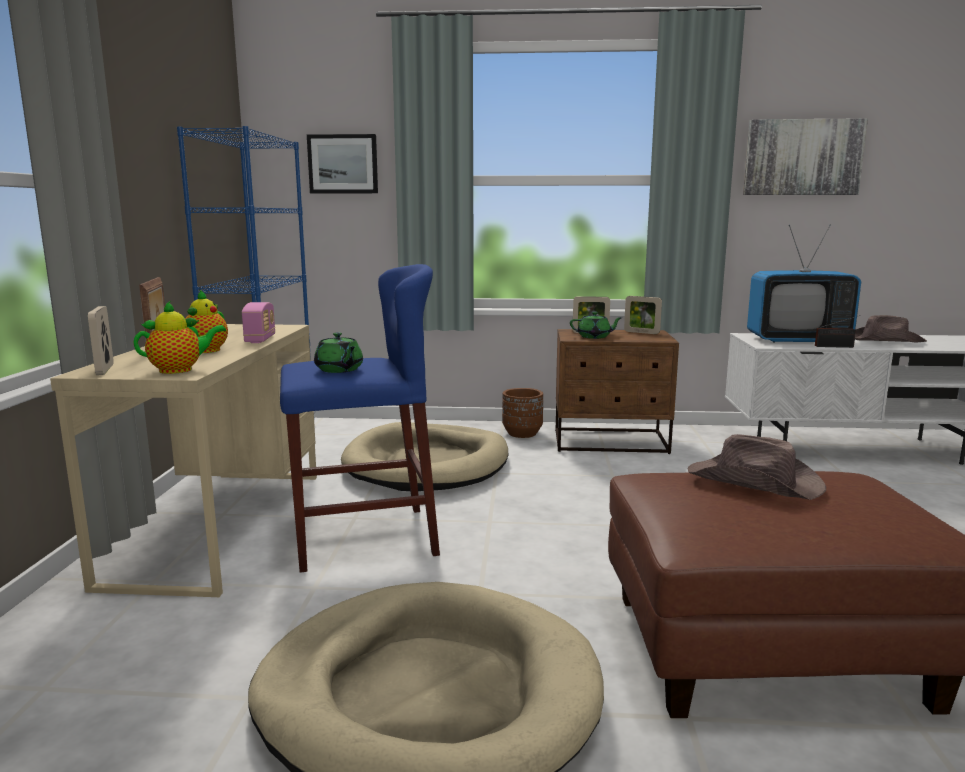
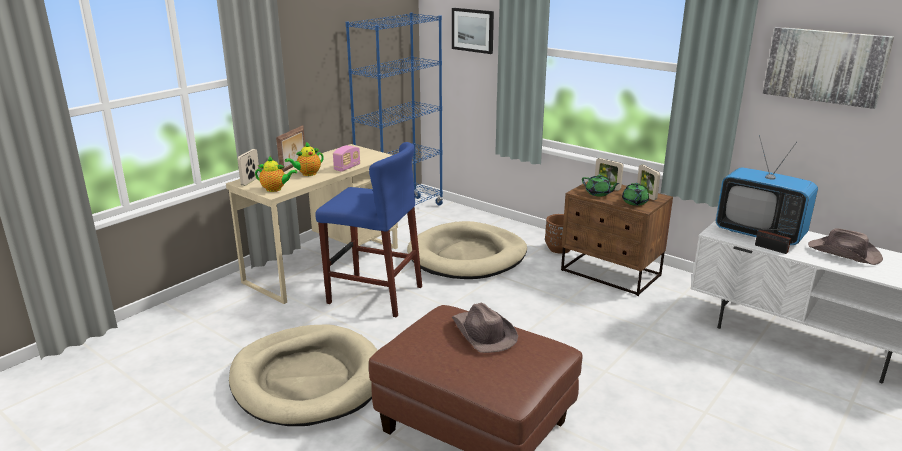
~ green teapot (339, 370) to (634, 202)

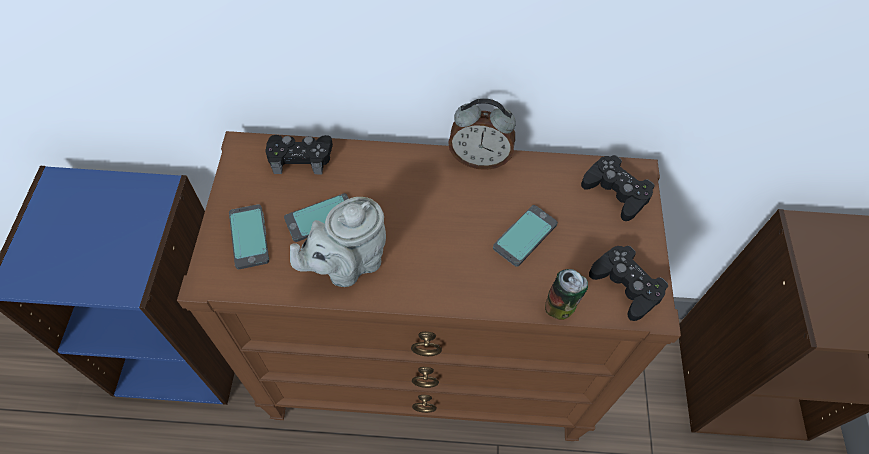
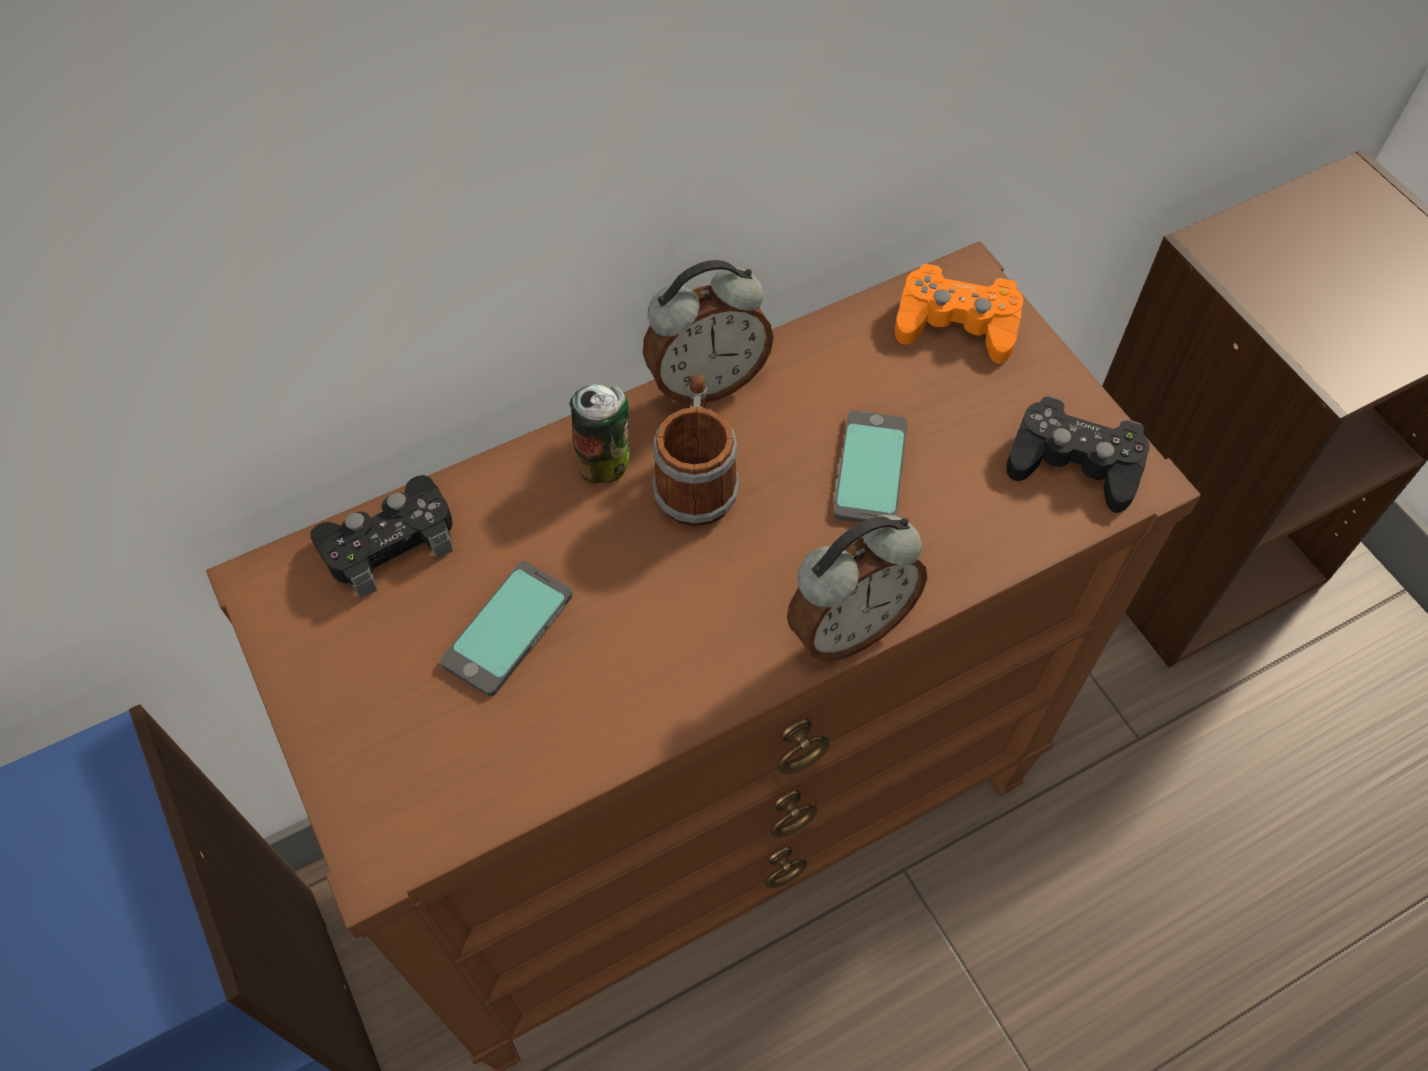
~ black-coloured game controller (616, 191) to orange game controller (956, 323)
- gray teapot (348, 264)
- handset (249, 237)
~ sealed can (560, 306) to (605, 462)
+ coffee mug (696, 480)
+ alarm clock (848, 627)

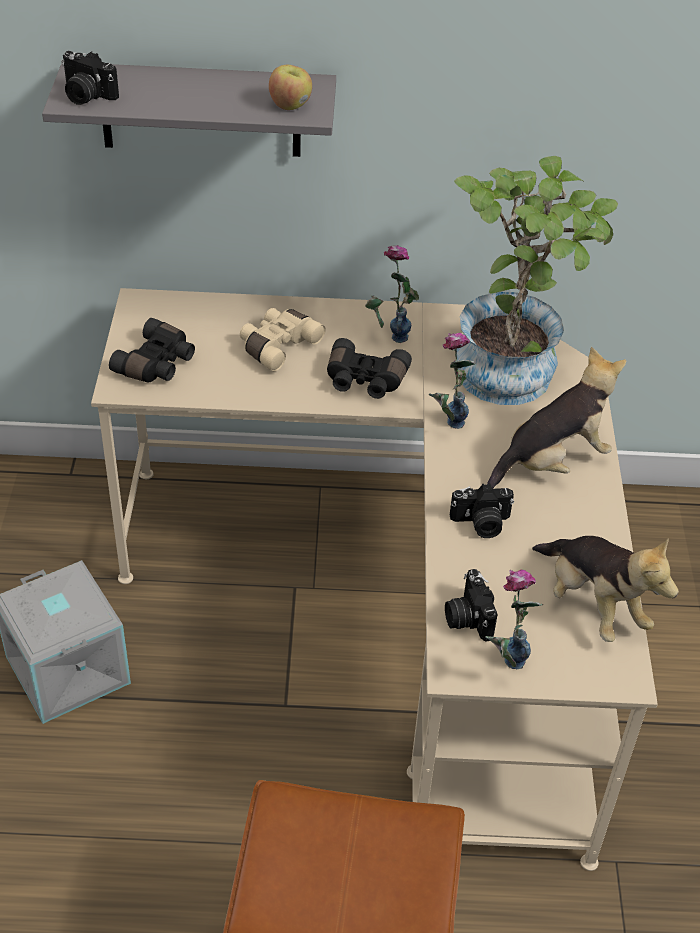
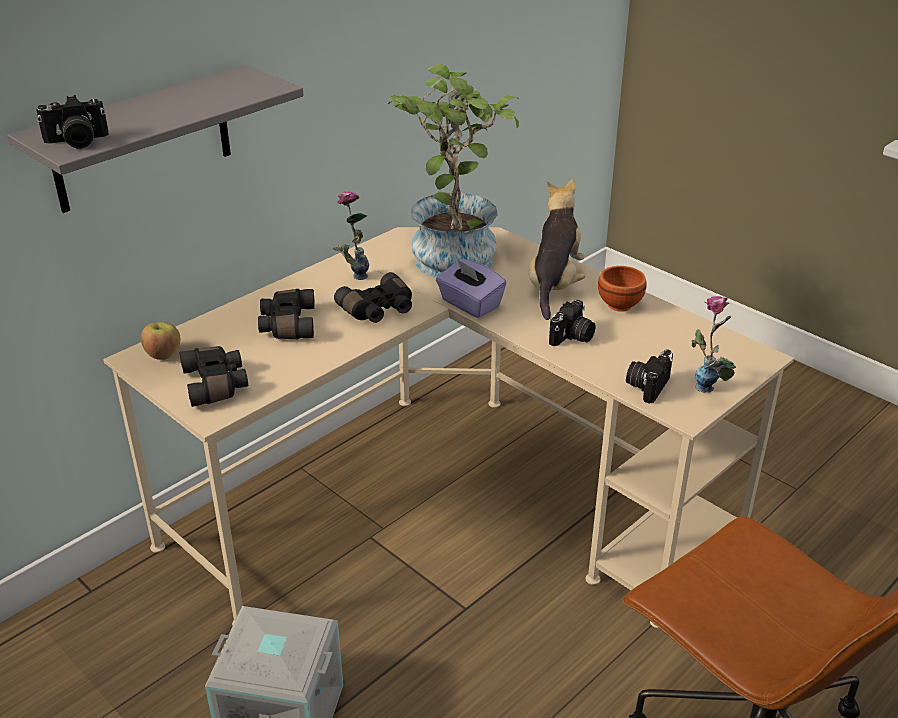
~ apple fruit (290, 105) to (163, 354)
~ sand-coloured pair of binoculars (277, 345) to black-coloured pair of binoculars (287, 325)
~ decorative vase (446, 428) to purple tissue holder (470, 304)
- soft toy (592, 605)
~ still camera (467, 618) = (647, 386) 90 degrees clockwise
+ brownish bowl (618, 305)

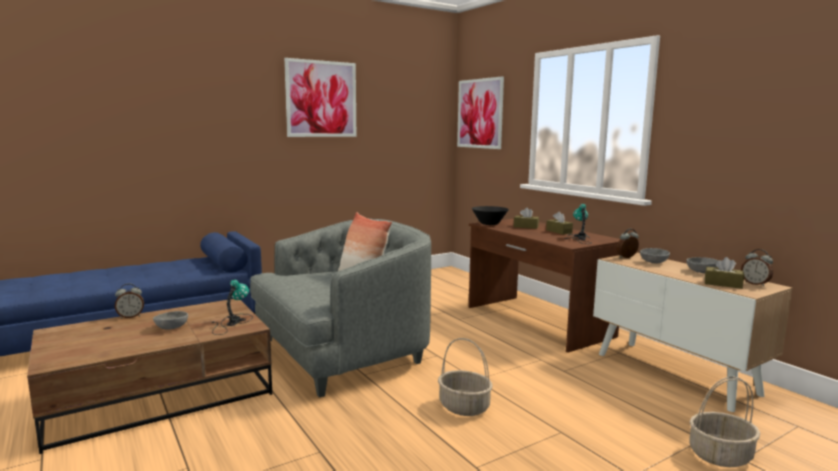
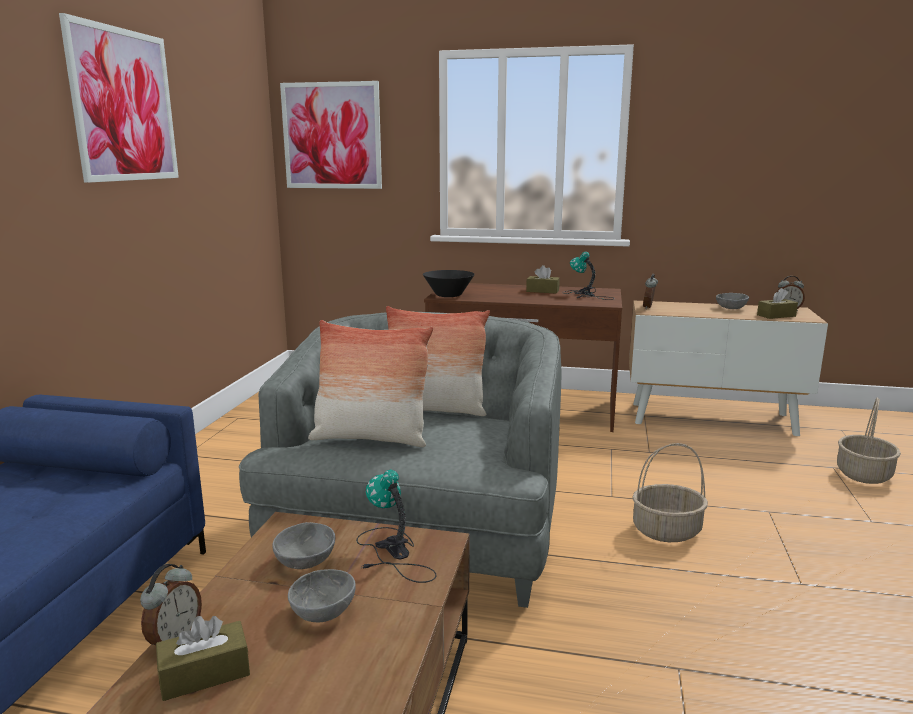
~ brownish tissue holder (526, 227) to (205, 674)
~ gray bowl (654, 262) to (306, 562)
+ throw pillow (370, 438)

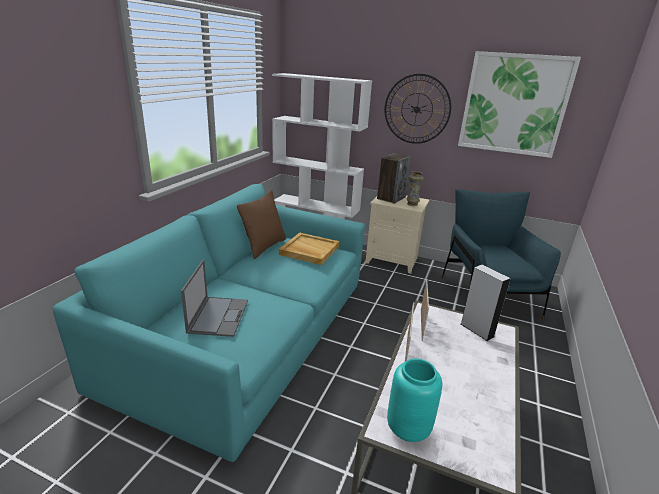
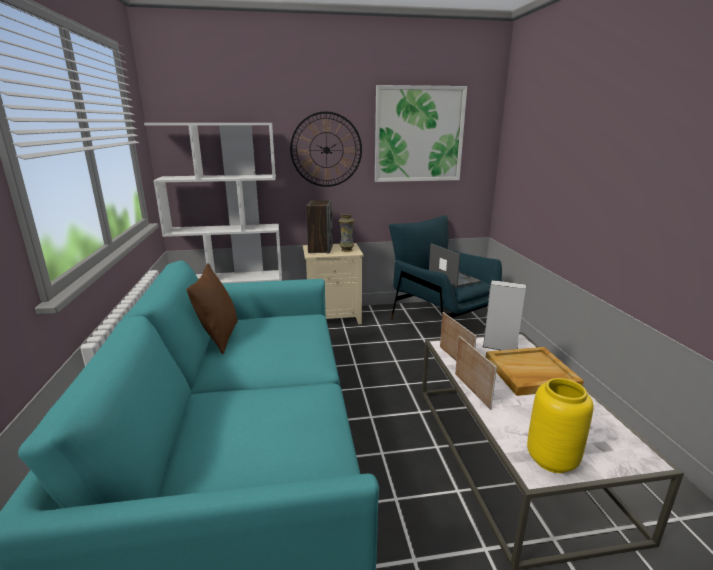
~ sand-coloured tray (309, 250) to (530, 373)
~ notebook computer (218, 315) to (453, 278)
~ blue-green decorative vase (409, 429) to yellow-coloured decorative vase (553, 460)

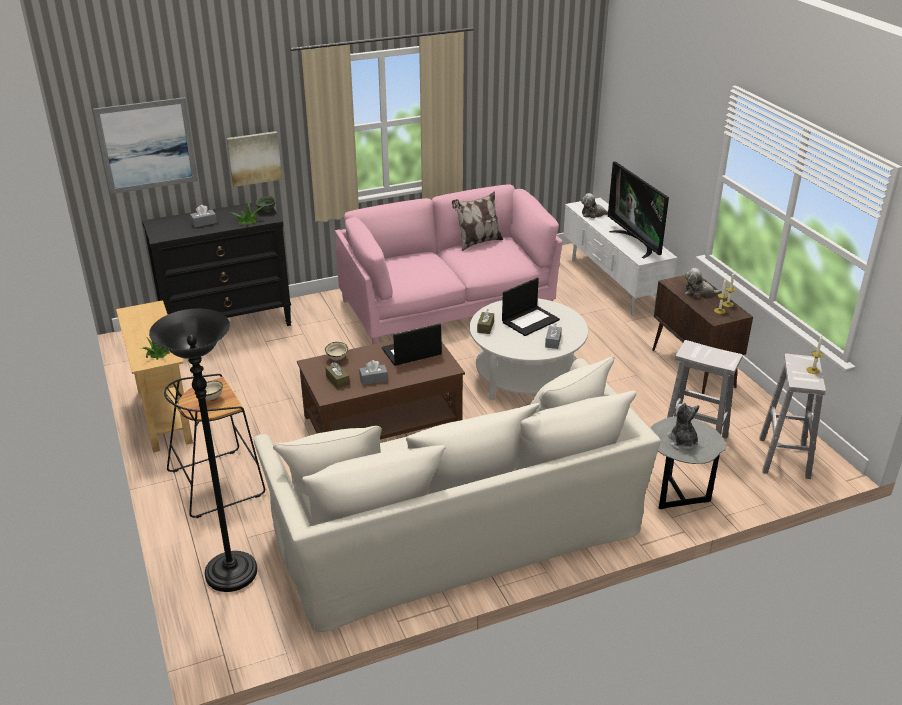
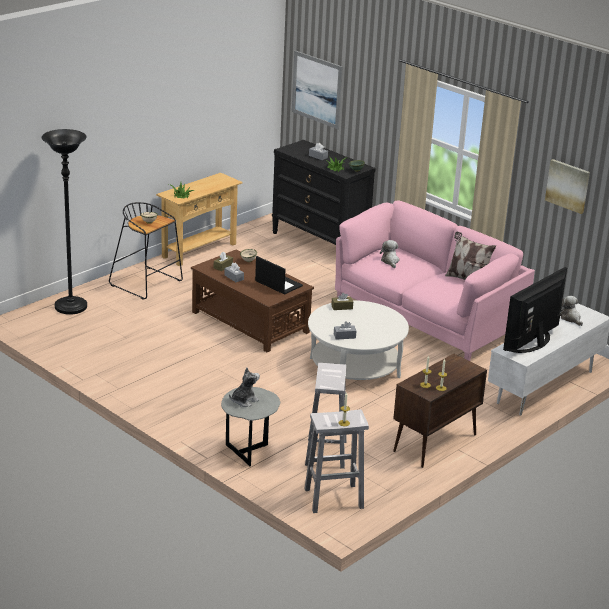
~ wall art (254, 158) to (568, 185)
~ soft toy (699, 292) to (390, 261)
- notebook computer (530, 320)
- sand-coloured settee (455, 527)

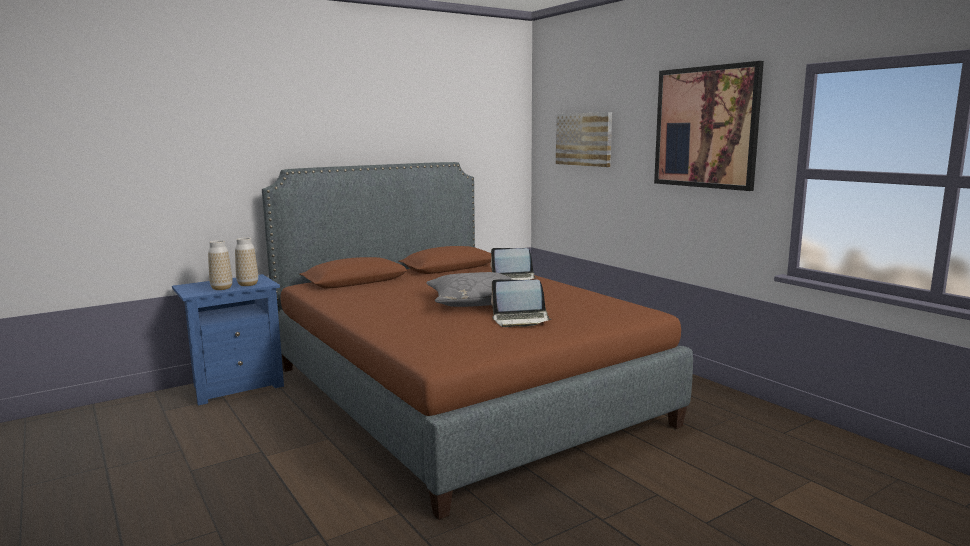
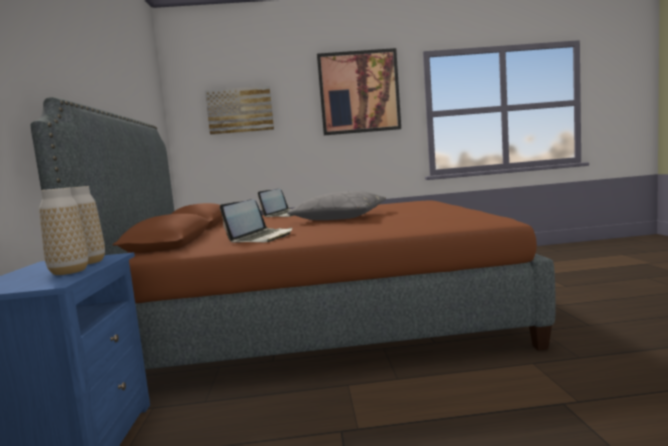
~ notebook computer (521, 319) to (261, 237)

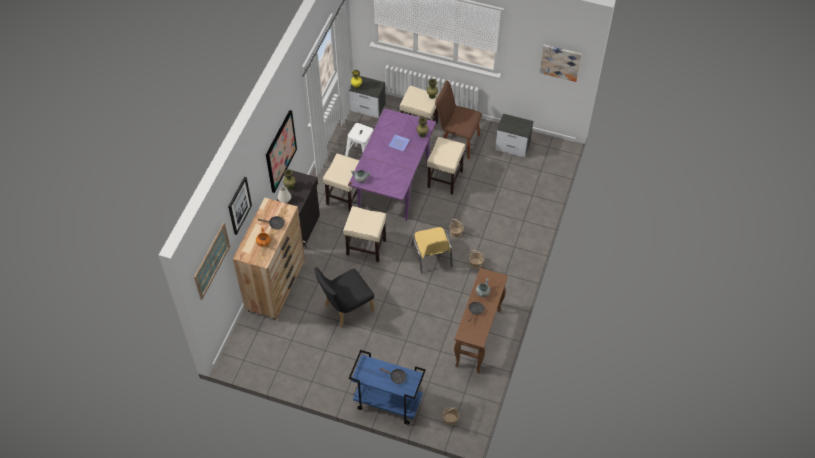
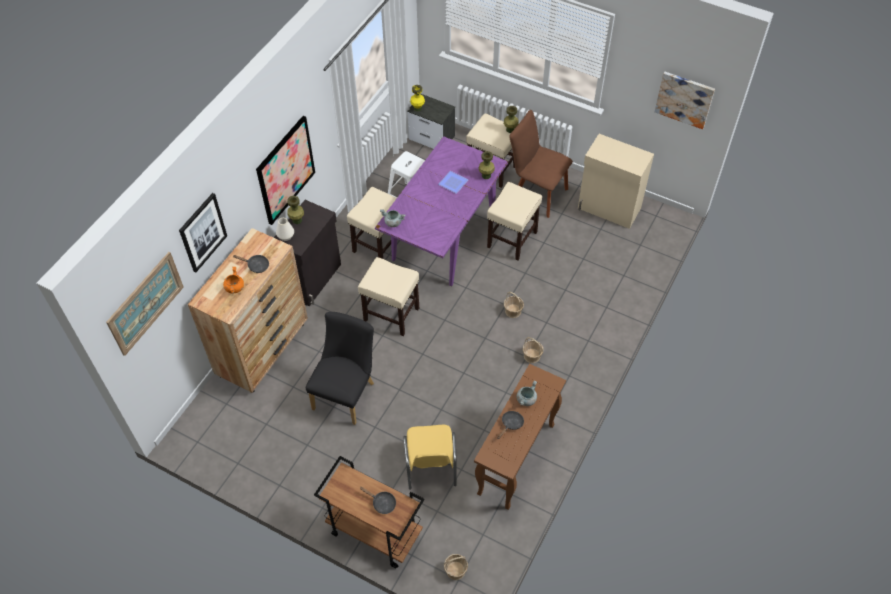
~ nightstand (513, 146) to sand-coloured storage cabinet (609, 209)
~ yellow-coloured chair (432, 256) to (430, 465)
~ black-coloured chair (345, 309) = (346, 392) 135 degrees clockwise
~ blue trolley (387, 403) to brownish trolley (374, 532)

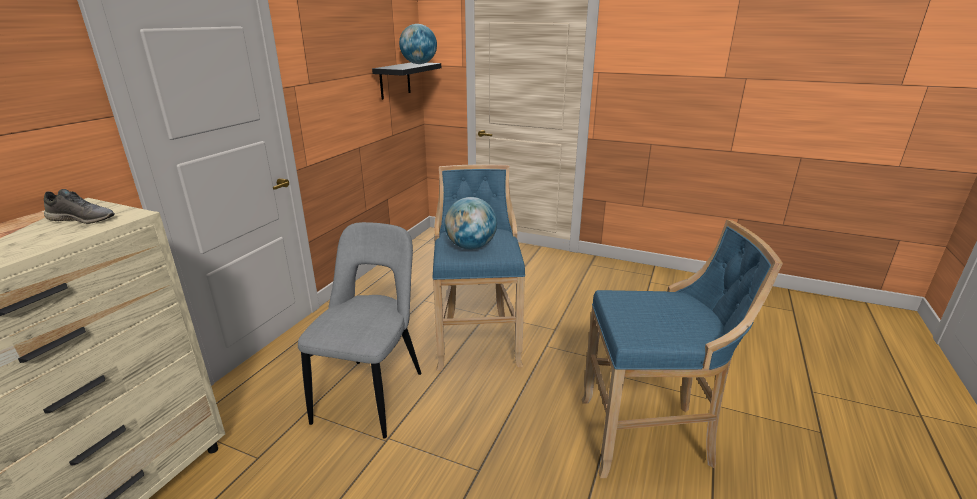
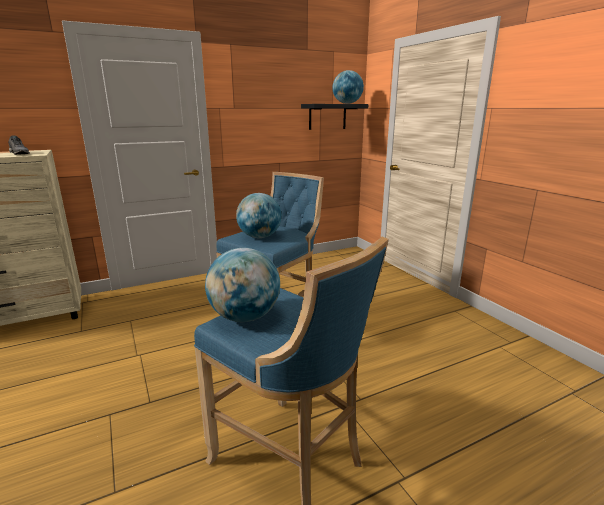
- gray chair (372, 393)
+ globe (244, 317)

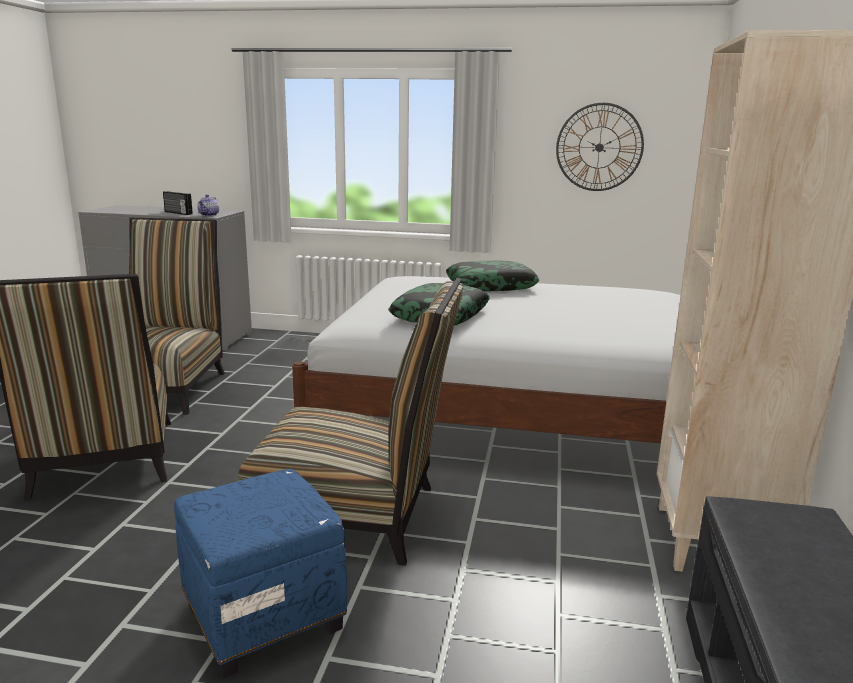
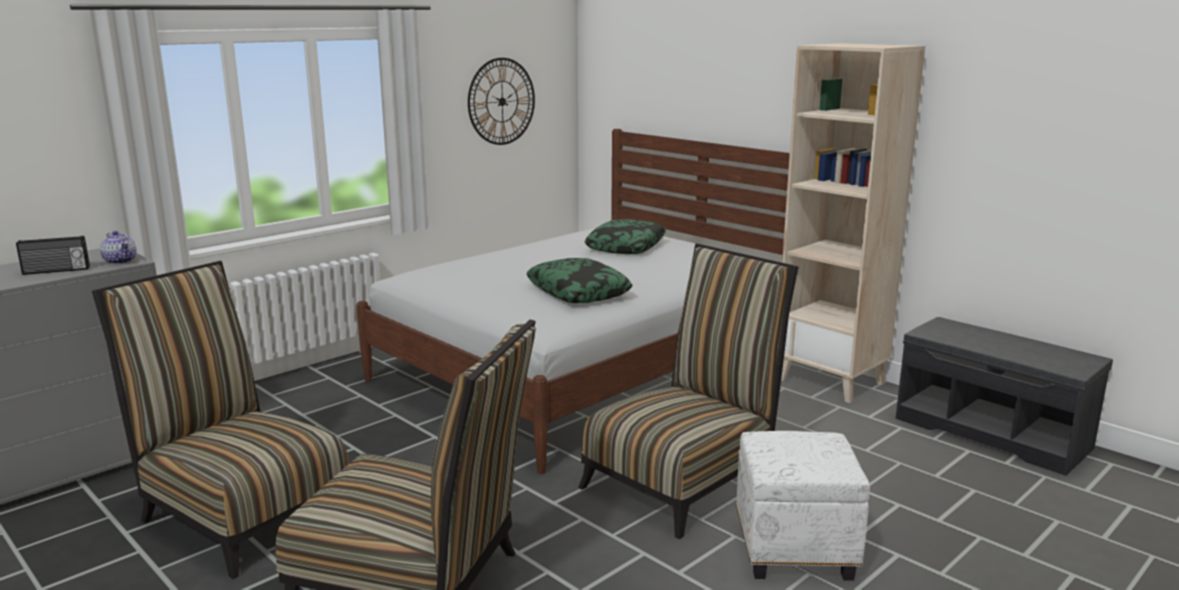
~ throw pillow (490, 286) to (626, 246)
~ blue pouffe (262, 619) to white pouffe (795, 550)

